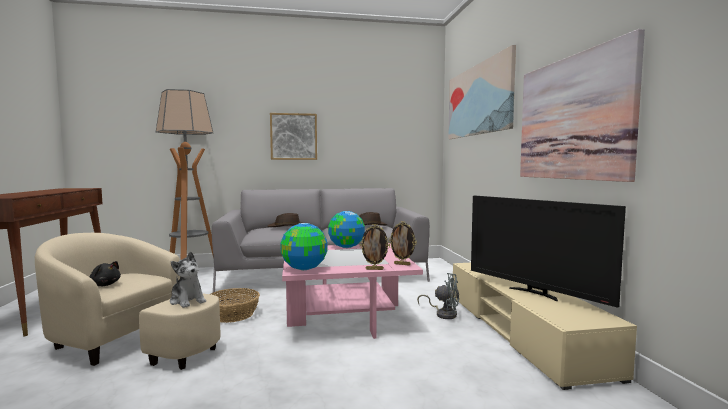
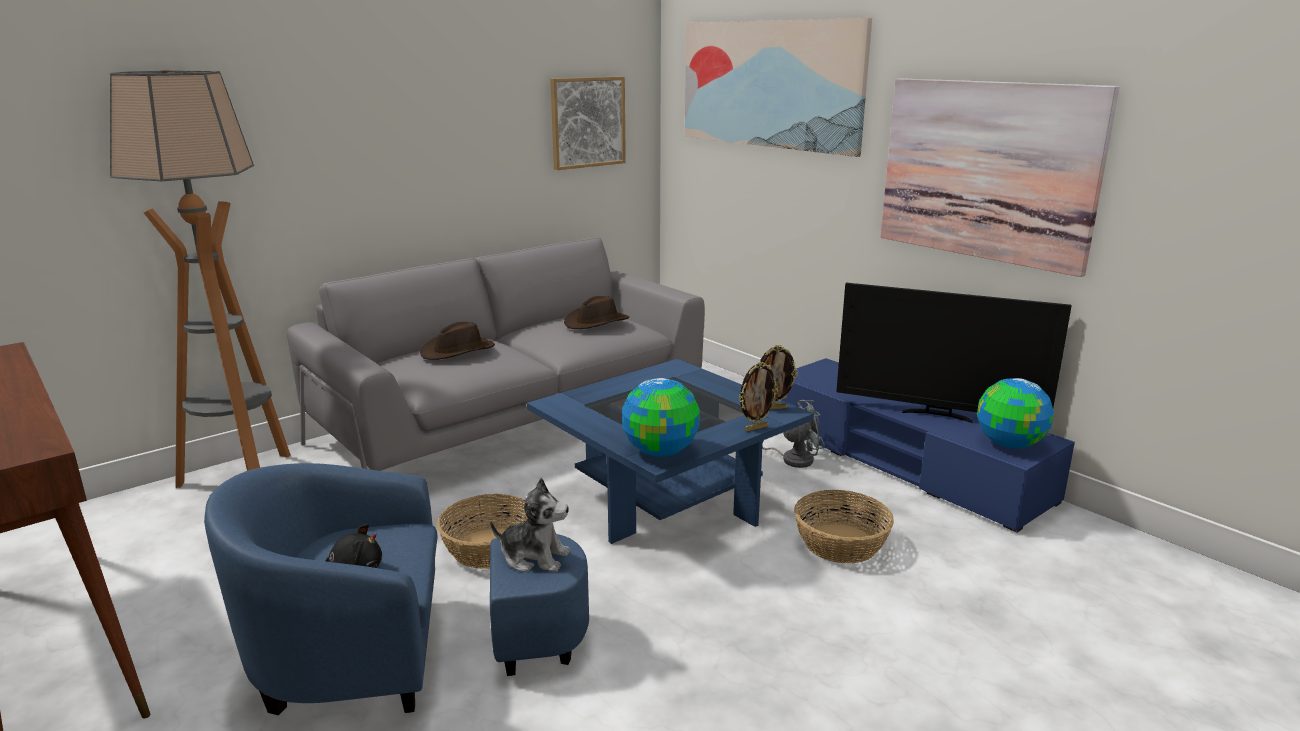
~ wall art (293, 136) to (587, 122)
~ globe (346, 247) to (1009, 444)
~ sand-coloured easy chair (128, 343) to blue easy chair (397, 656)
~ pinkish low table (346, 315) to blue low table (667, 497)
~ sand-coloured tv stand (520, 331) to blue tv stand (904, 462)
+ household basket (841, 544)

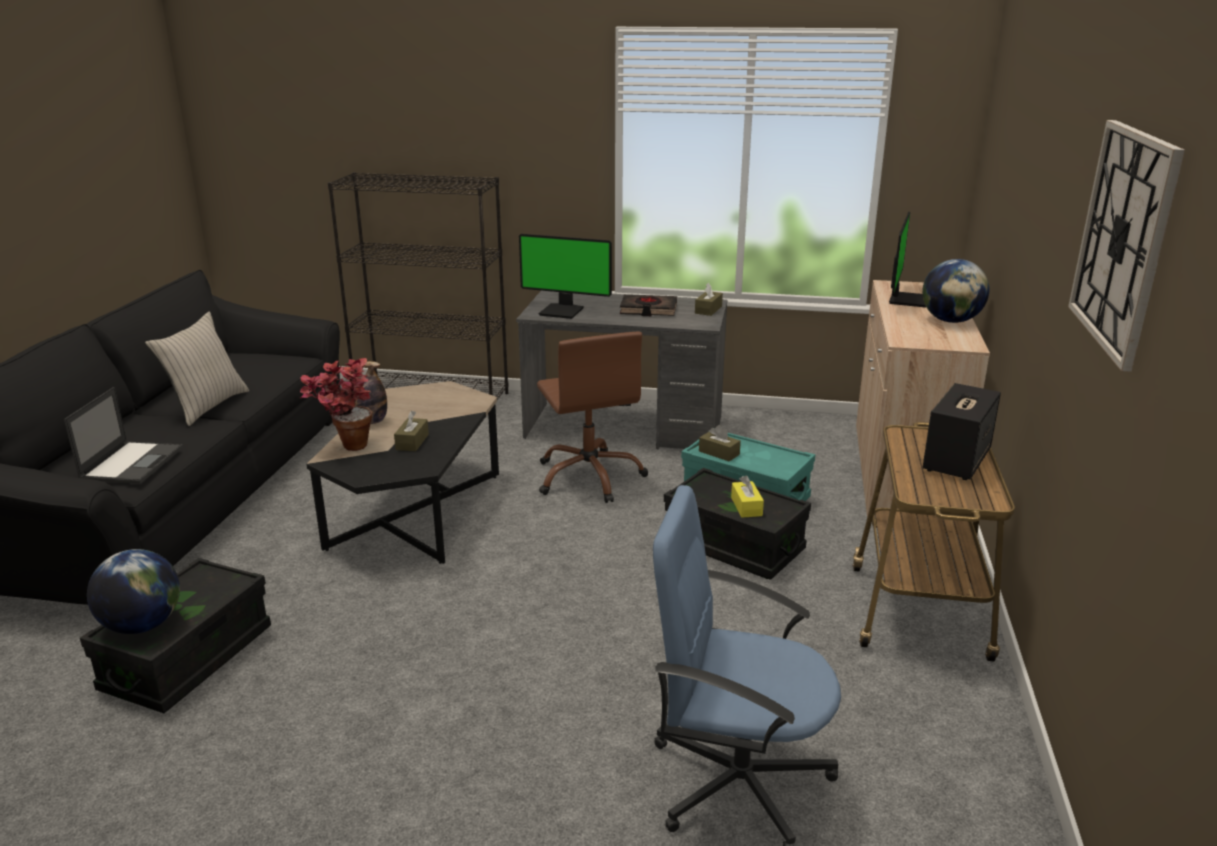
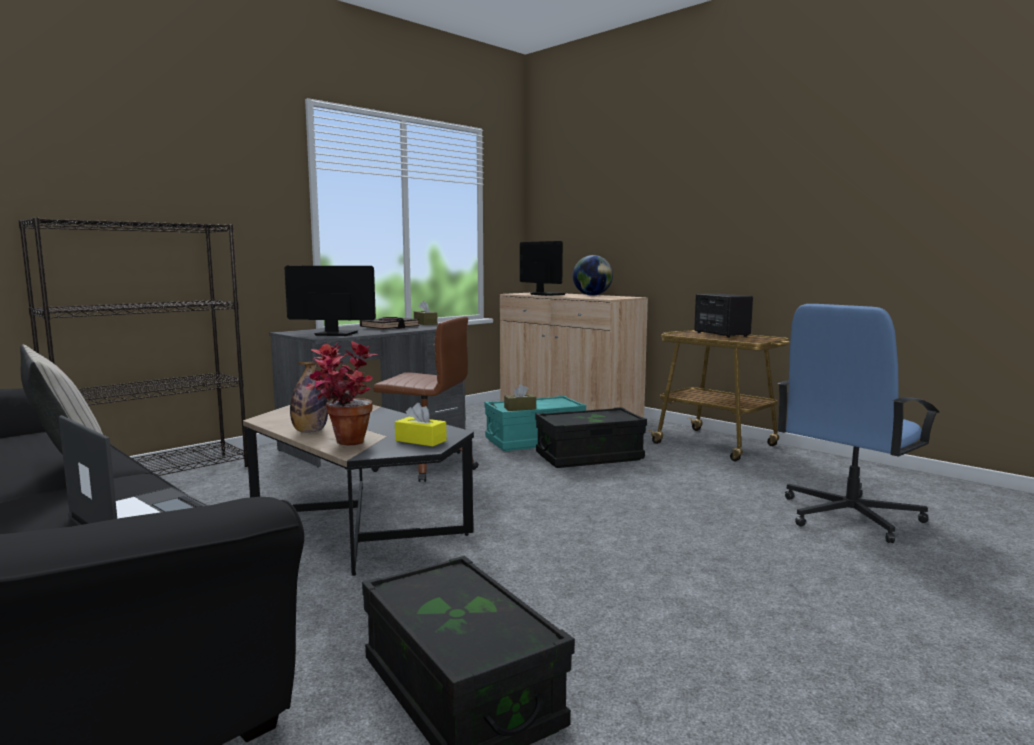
- wall clock (1123, 239)
~ monitor (562, 311) = (335, 334) 135 degrees counterclockwise
- brownish tissue holder (412, 442)
~ yellow-coloured tissue holder (746, 507) to (420, 441)
- globe (142, 625)

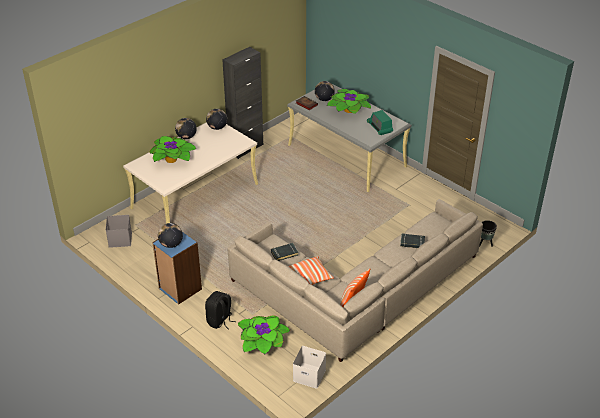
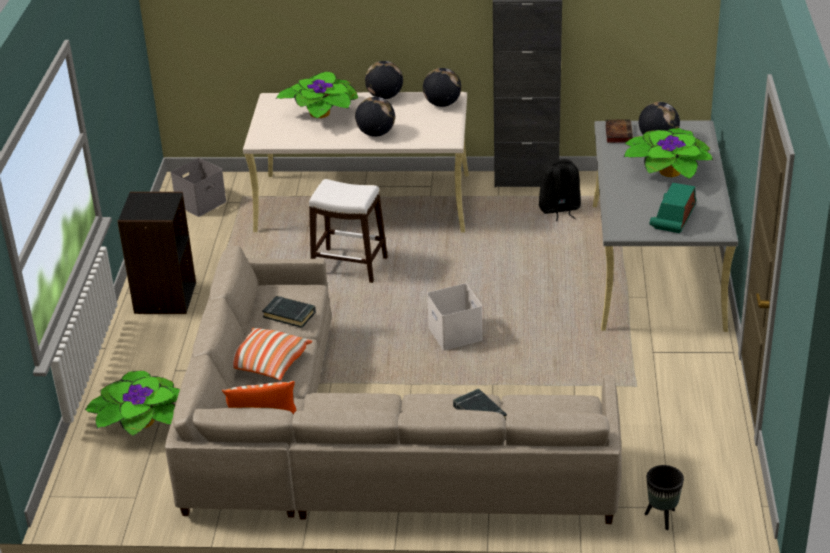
~ globe (171, 244) to (376, 133)
~ blue shelving unit (180, 289) to black-coloured shelving unit (164, 298)
~ black-coloured backpack (220, 321) to (559, 209)
~ white storage container (308, 375) to (454, 334)
+ white stool (349, 266)

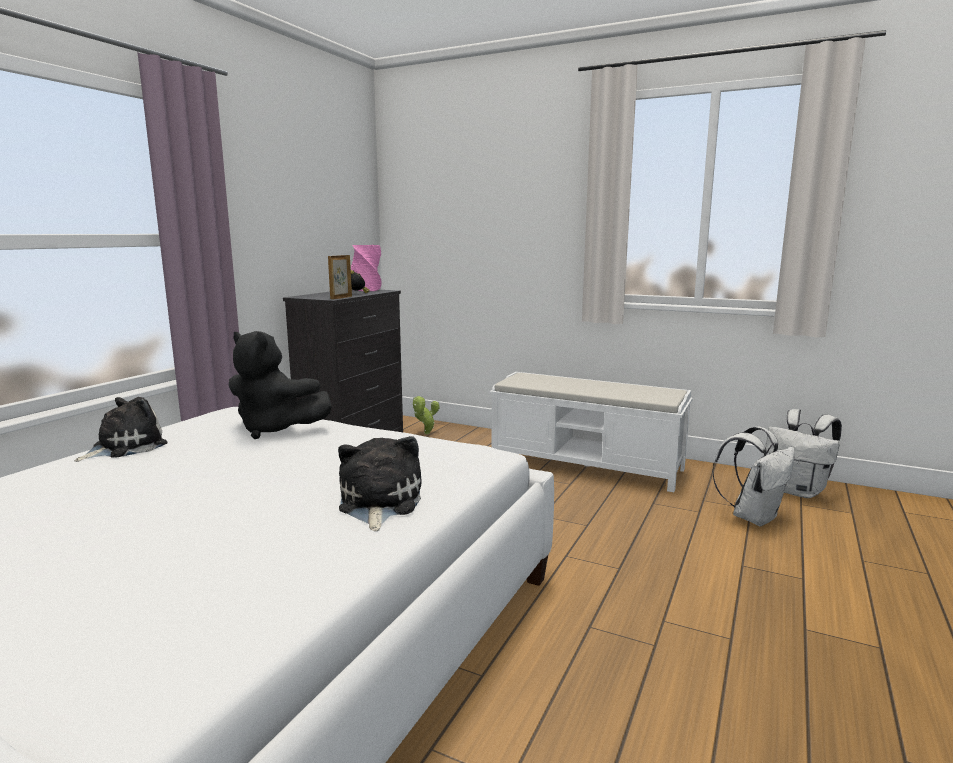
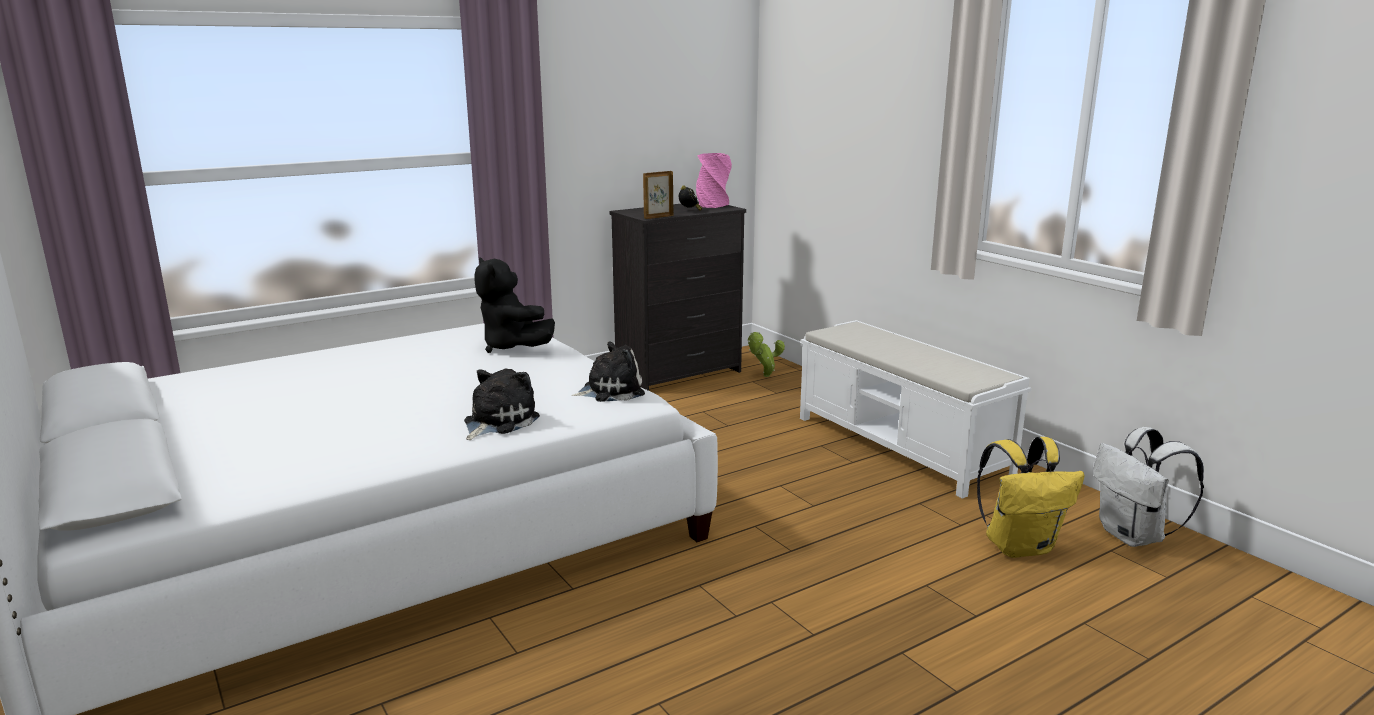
~ soft toy (125, 447) to (609, 391)
~ white backpack (753, 517) to yellow-coloured backpack (1020, 546)

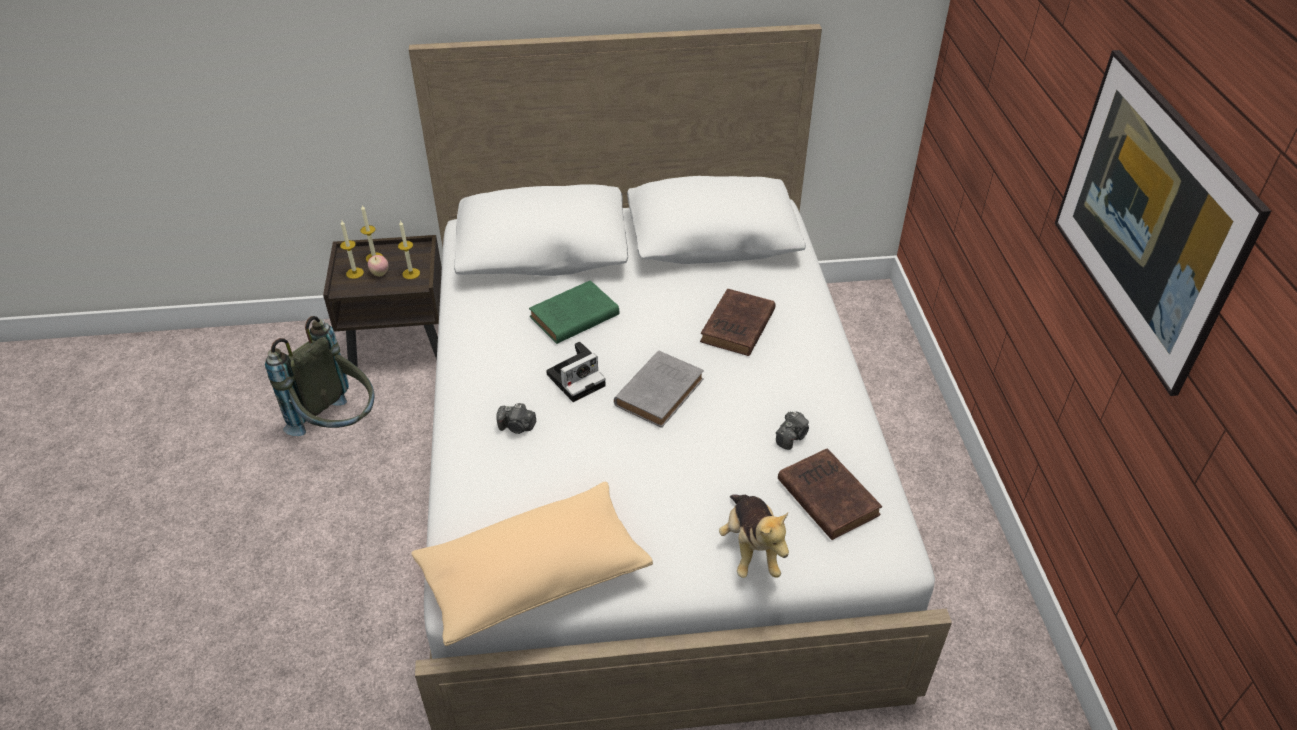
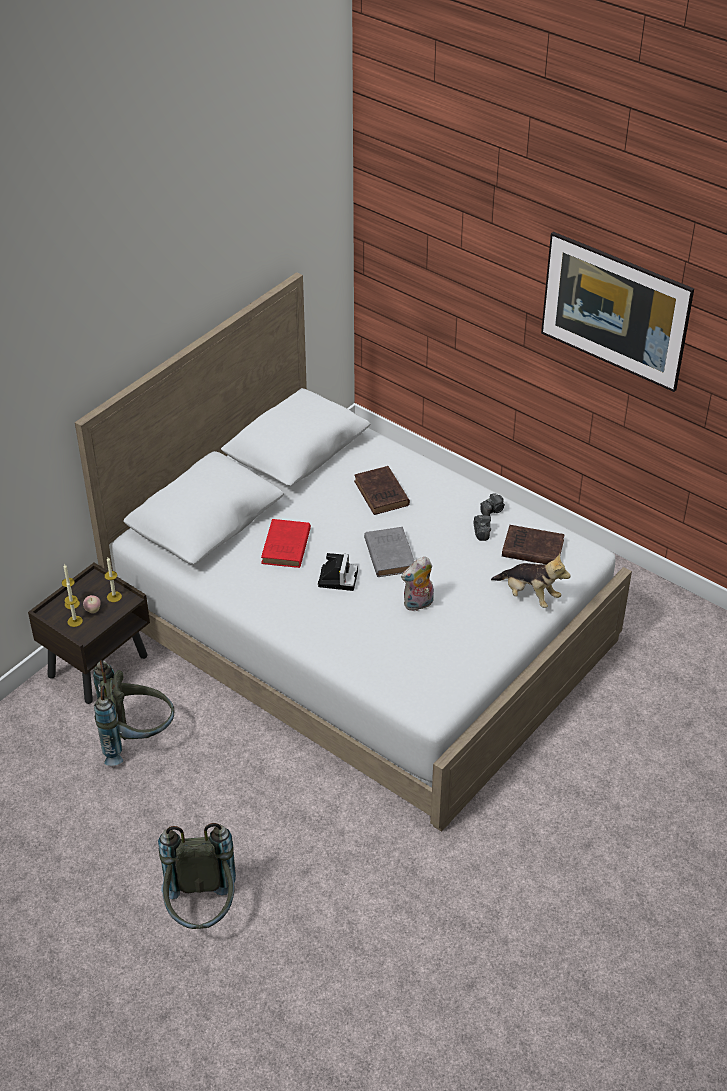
~ green book (572, 317) to red-coloured book (285, 548)
~ still camera (517, 427) to (493, 510)
- sand-coloured throw pillow (534, 577)
+ soft toy (418, 604)
+ gray backpack (202, 912)

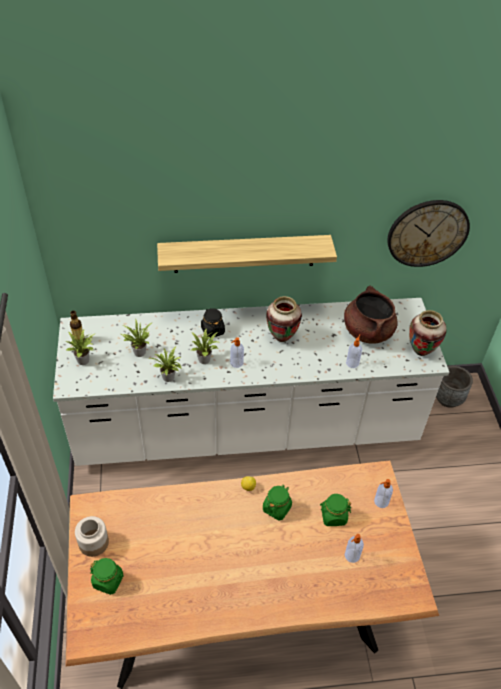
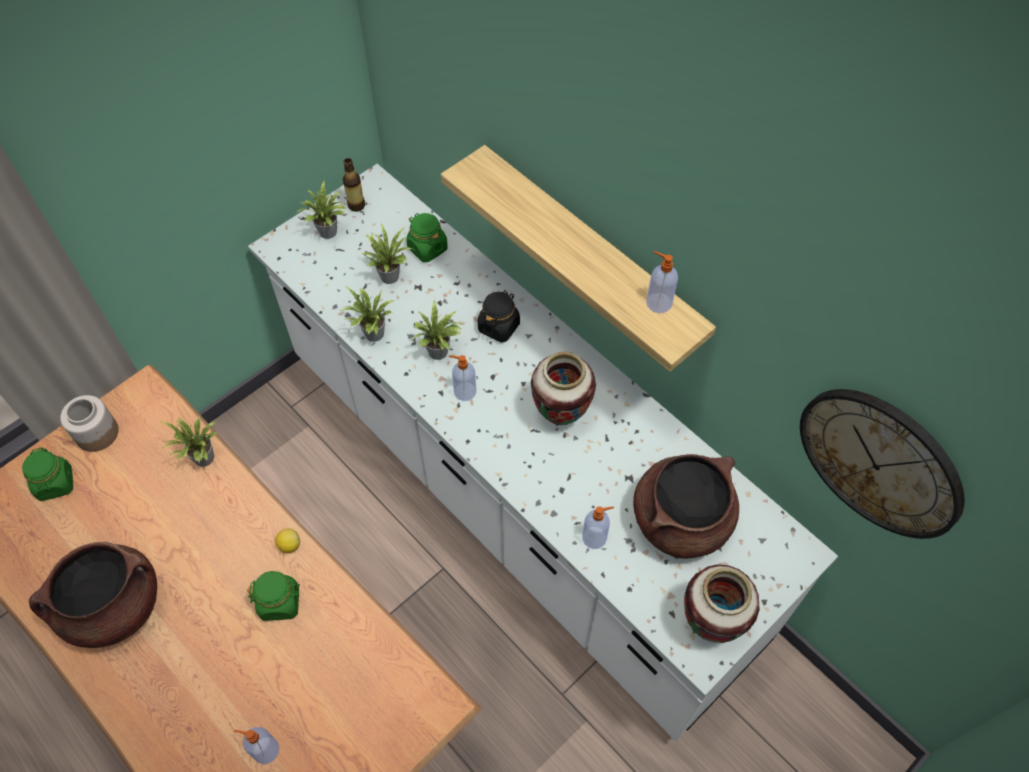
- gray planter (448, 398)
~ soap bottle (380, 502) to (658, 302)
~ green preserve jar (333, 516) to (427, 248)
+ potted plant (203, 460)
+ brownish saucepot (114, 608)

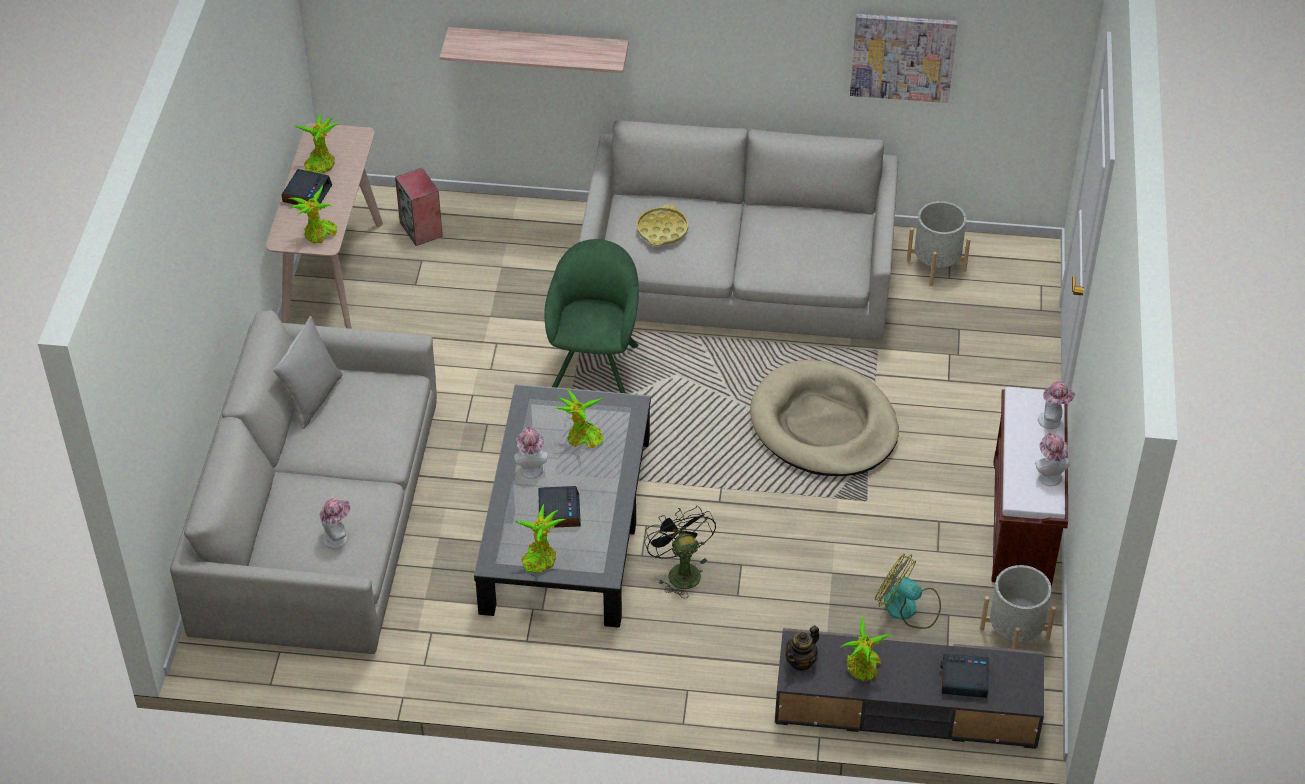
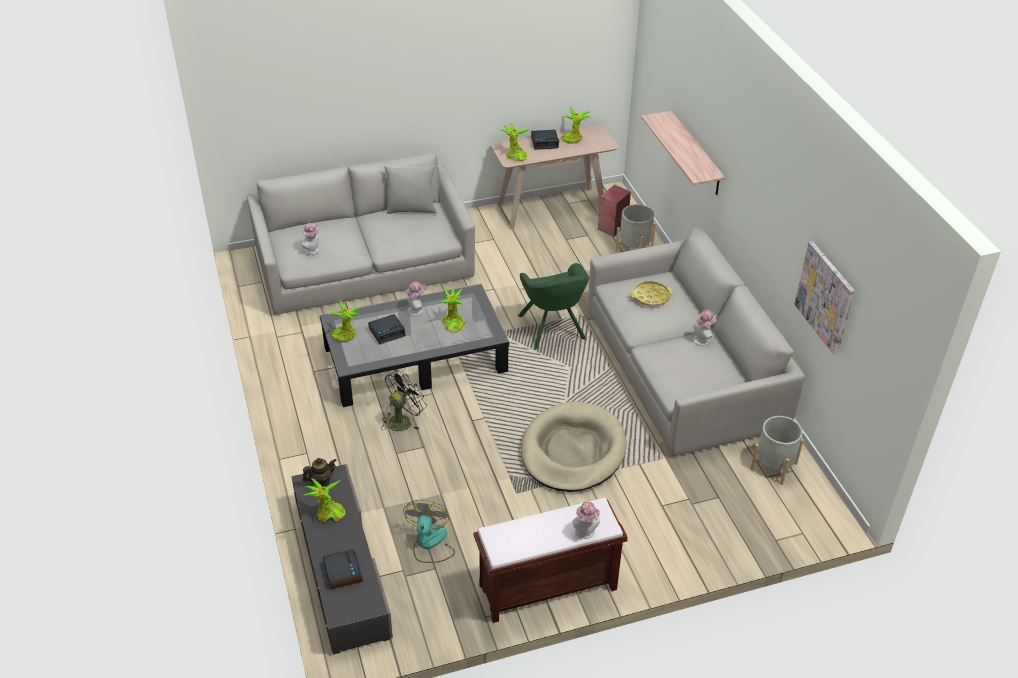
~ green easy chair (595, 365) = (553, 330) 90 degrees clockwise
~ clothing hat (1048, 474) to (702, 339)
~ gray planter (1014, 633) to (634, 248)
~ teapot (801, 661) = (321, 481) 135 degrees clockwise

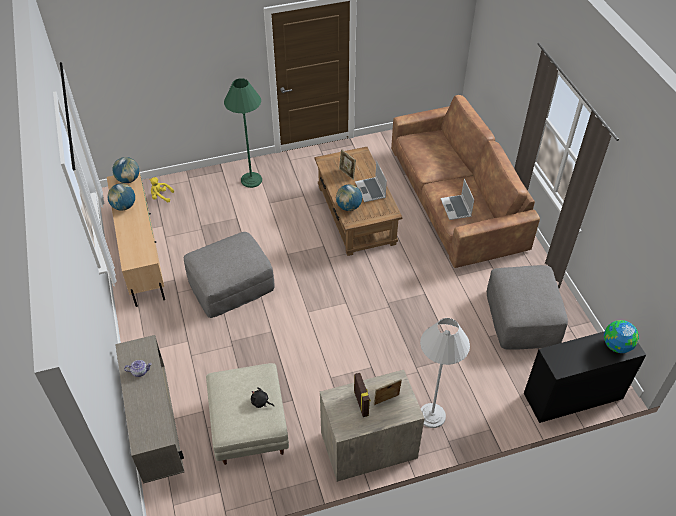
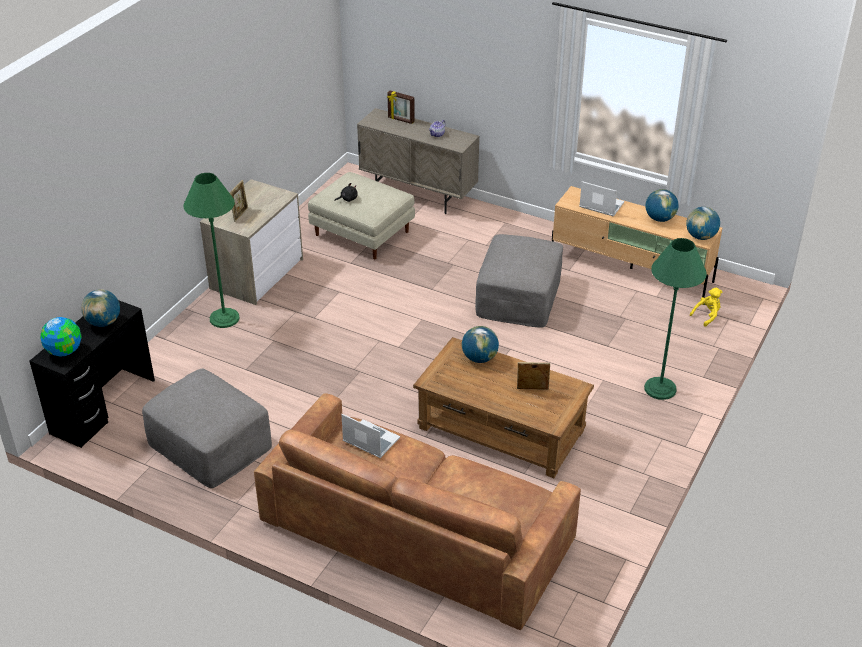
~ notebook computer (371, 190) to (600, 205)
~ white floor lamp (432, 415) to green floor lamp (224, 318)
~ picture frame (361, 403) to (401, 120)
+ globe (103, 322)

